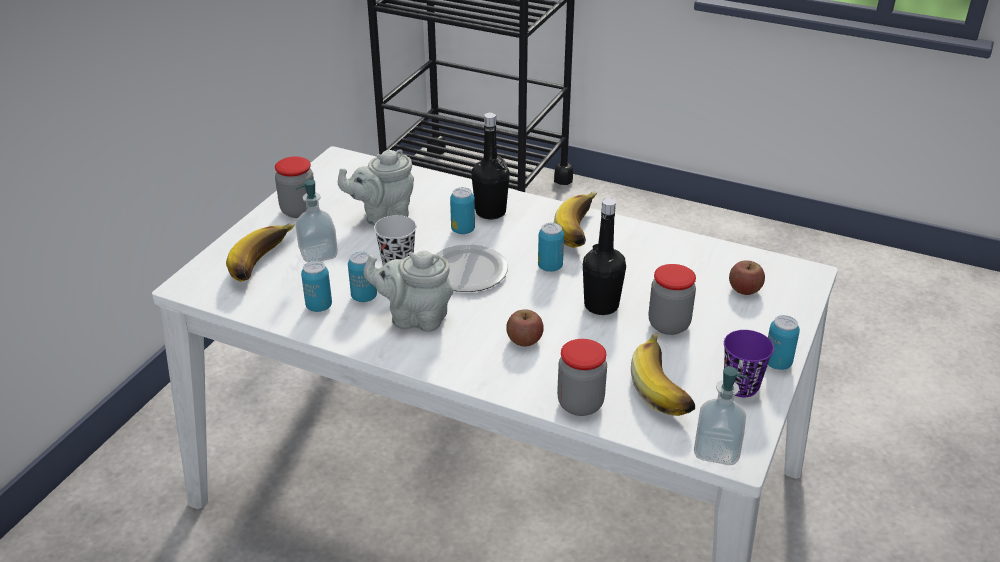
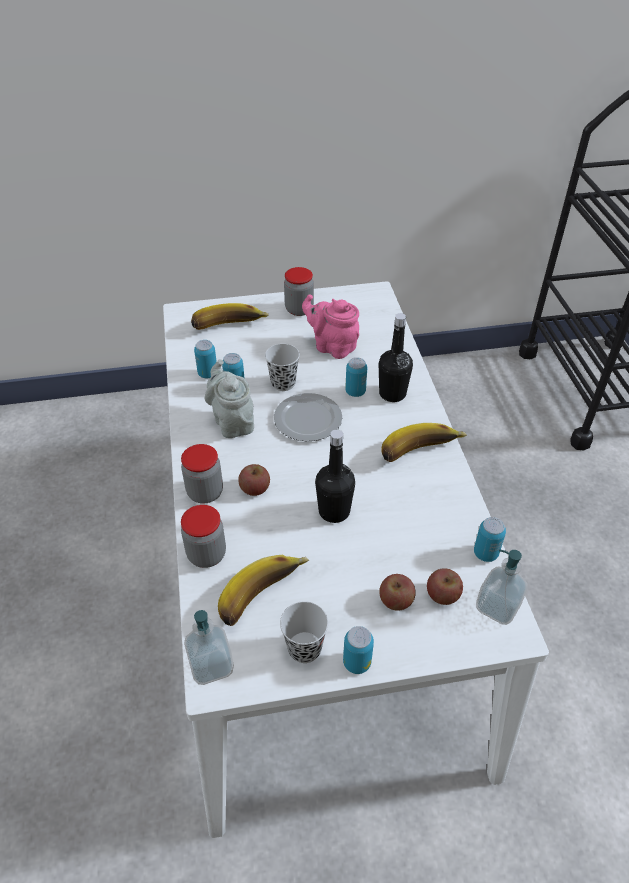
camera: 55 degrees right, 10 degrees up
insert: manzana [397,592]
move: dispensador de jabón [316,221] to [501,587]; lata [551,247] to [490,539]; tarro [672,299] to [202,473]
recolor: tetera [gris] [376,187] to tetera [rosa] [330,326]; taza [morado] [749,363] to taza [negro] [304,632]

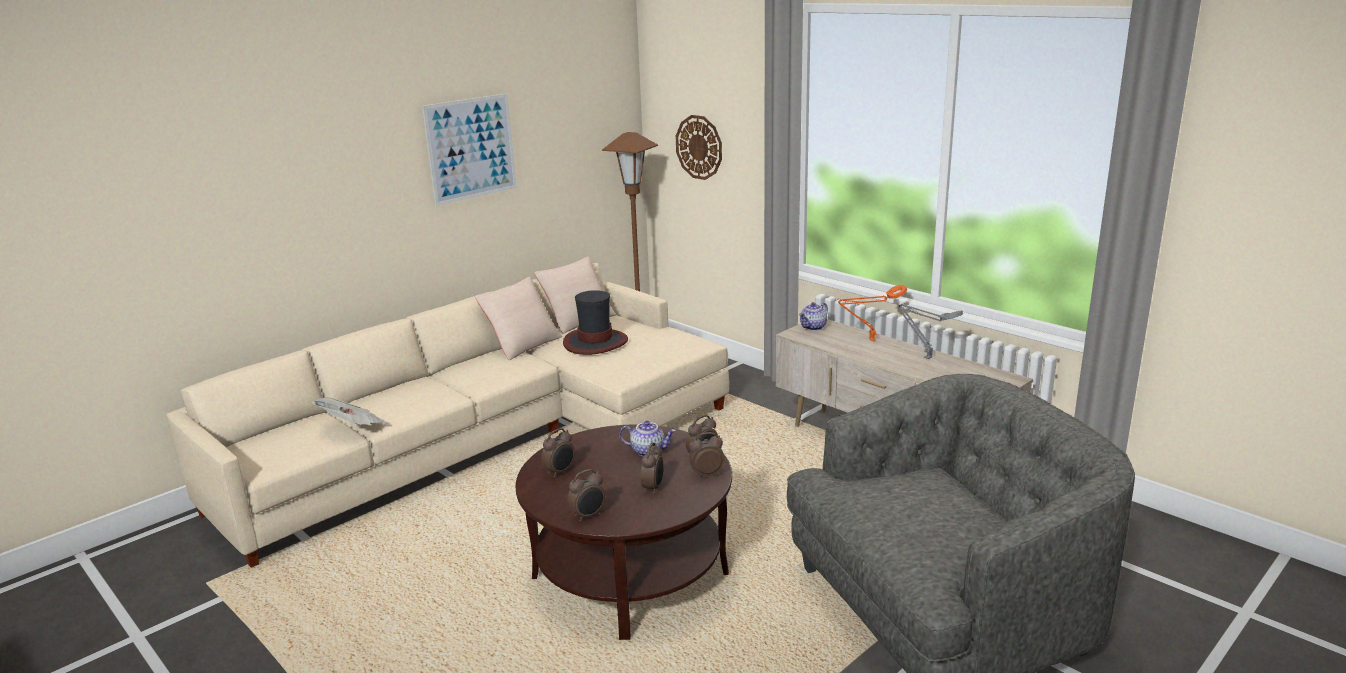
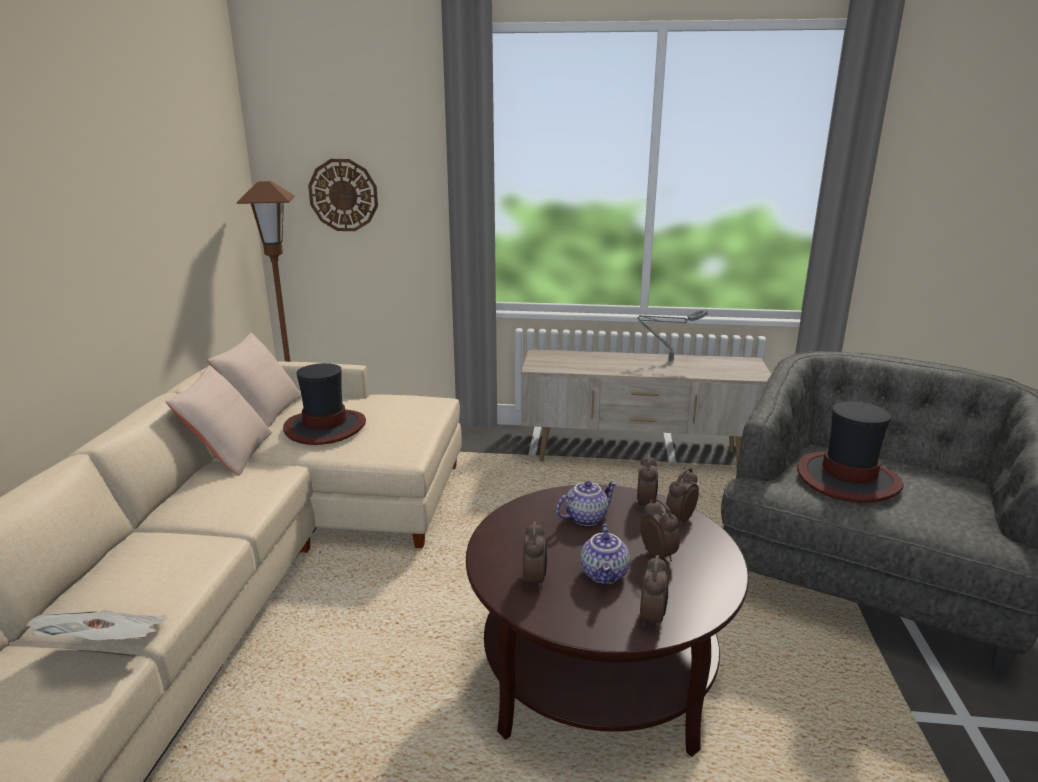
camera: 40 degrees left, 0 degrees up
delete: cuadro [469,149]; lámpara de mesa [naranja] [872,313]
insert: sombrero [850,451]
move: tetera [813,316] to [605,554]

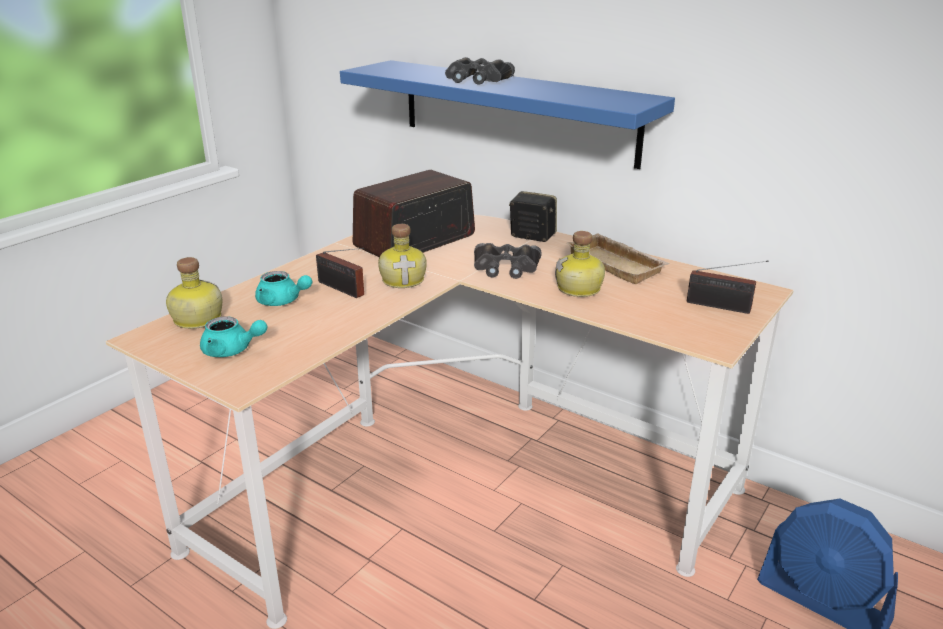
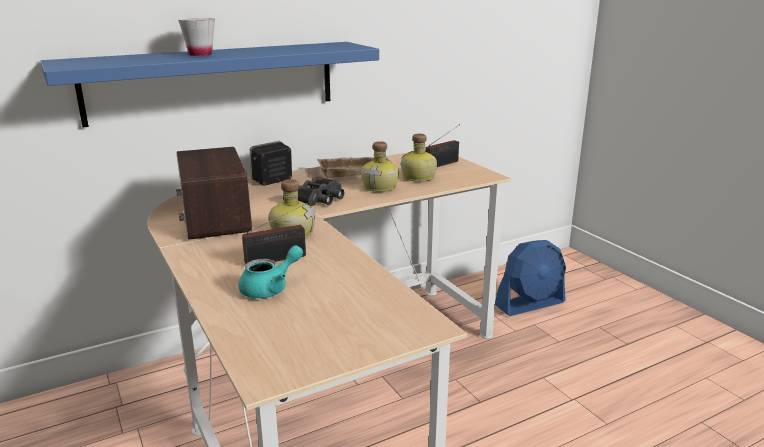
camera: 65 degrees left, 5 degrees down
delete: tetera [turquesa] [233,336]
move: botella [194,293] to [419,158]
replace: prismáticos [negro] [480,71] to taza [blanco] [196,37]

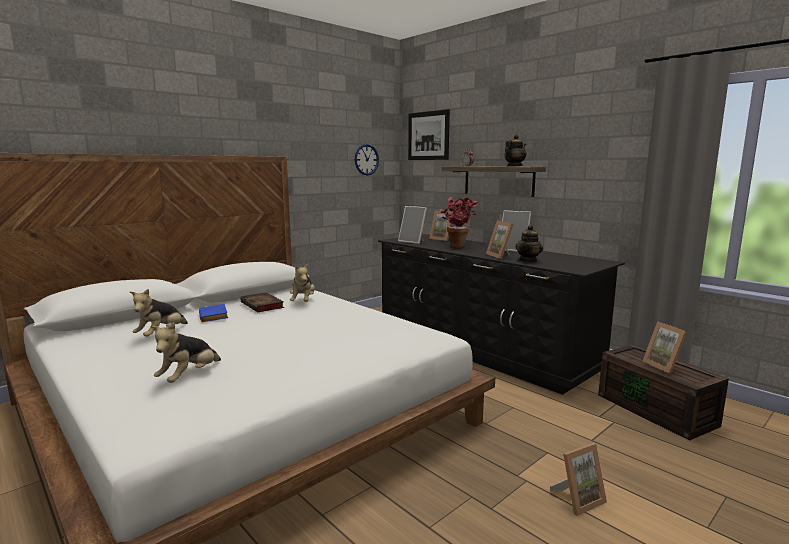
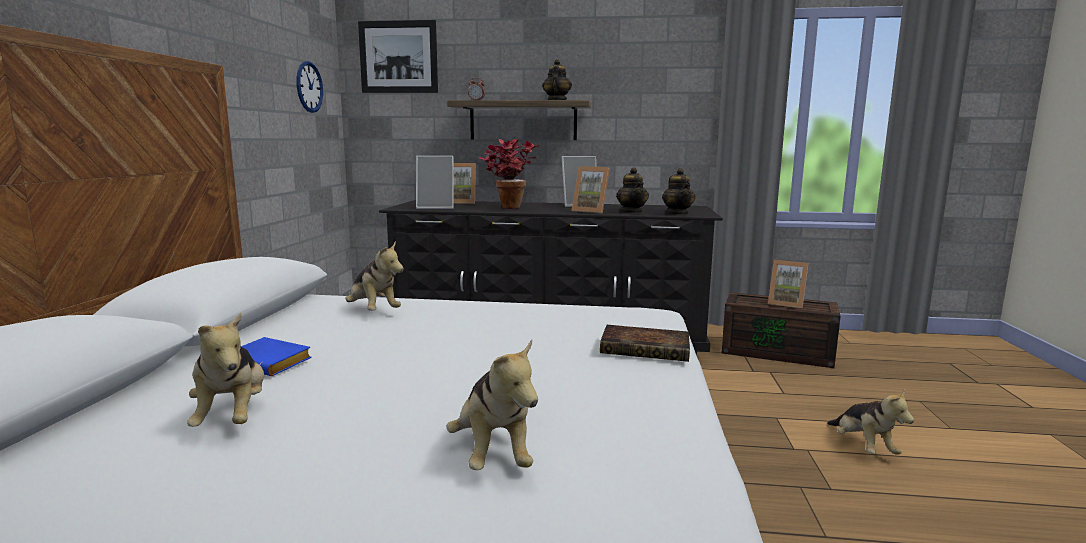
camera: 40 degrees left, 0 degrees up
insert: tetera [678,191]
move: libro [262,302] to [645,343]
replace: portarretratos [578,479] to peluche [870,422]

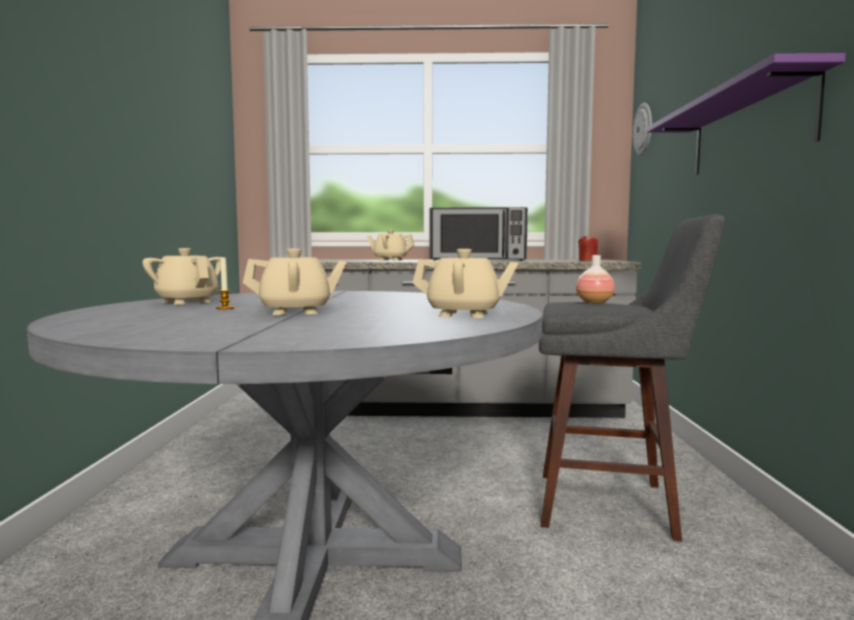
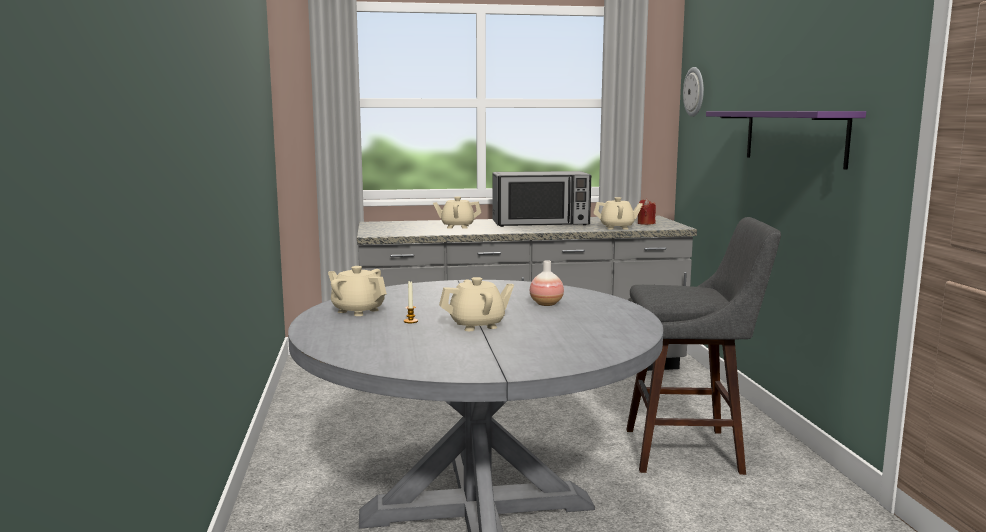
camera: 10 degrees left, 5 degrees up
move: tetera [beis] [465,283] to [618,213]; florero [595,279] to [547,283]

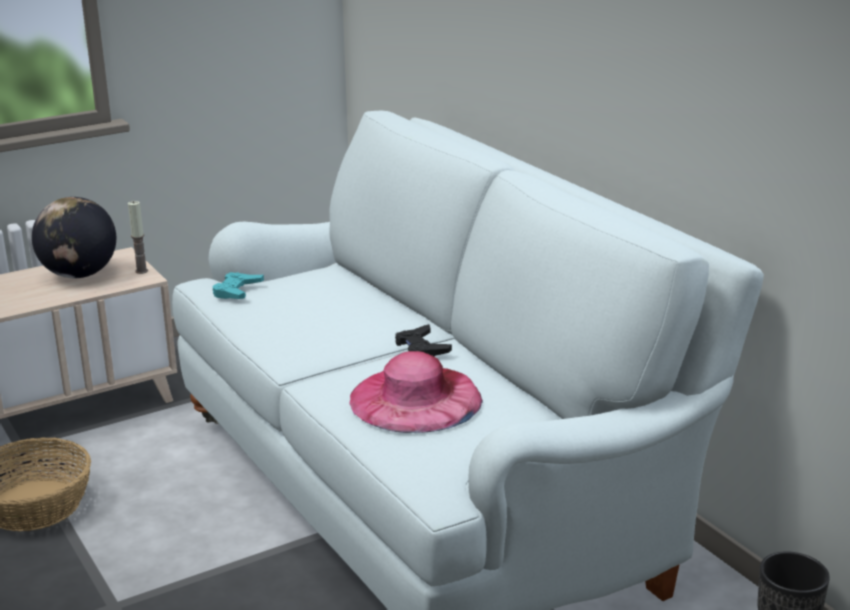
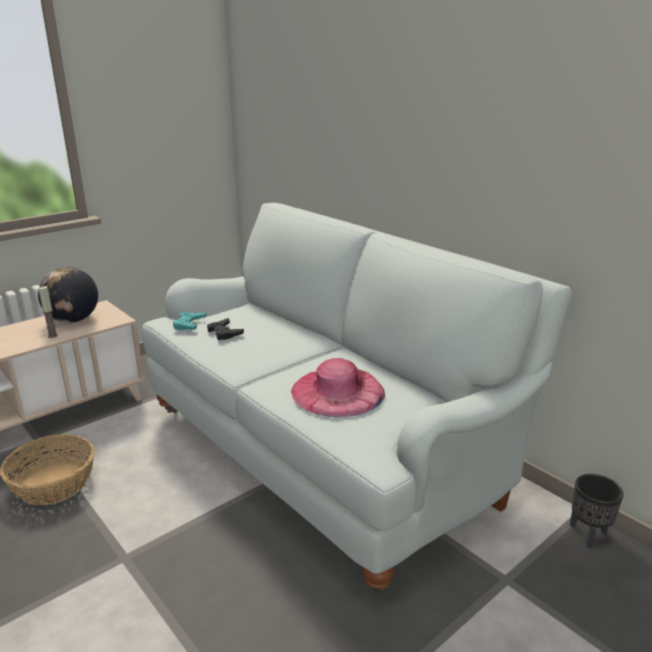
camera: 10 degrees left, 0 degrees up
move: vela [138,237] to [48,312]; mando de consola [negro] [423,340] to [225,329]

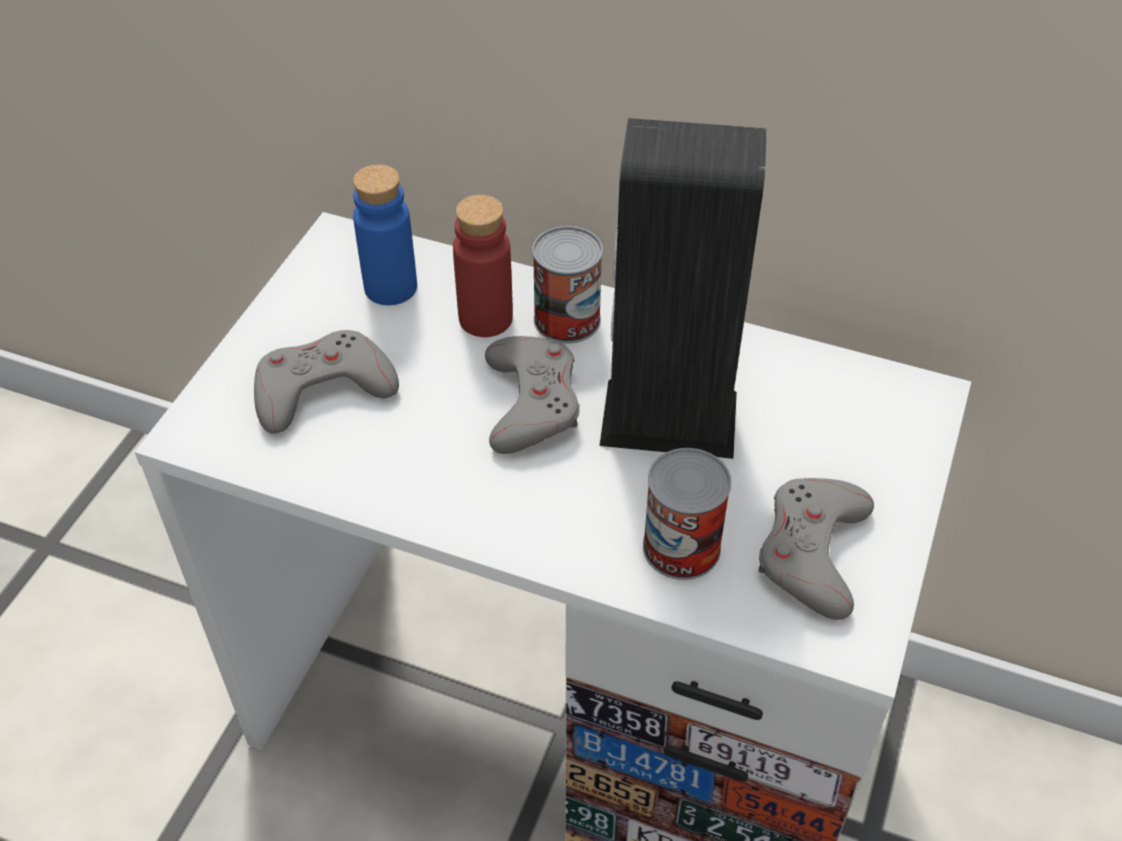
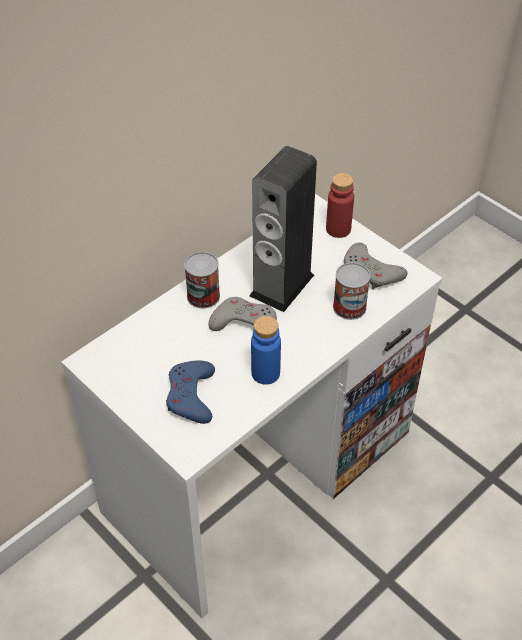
camera: 65 degrees left, 0 degrees up
move: botella [azul] [385,234] to [266,350]; botella [rojo] [483,266] to [340,205]
recolor: mando de consola [gris] [326,382] to mando de consola [azul] [190,392]

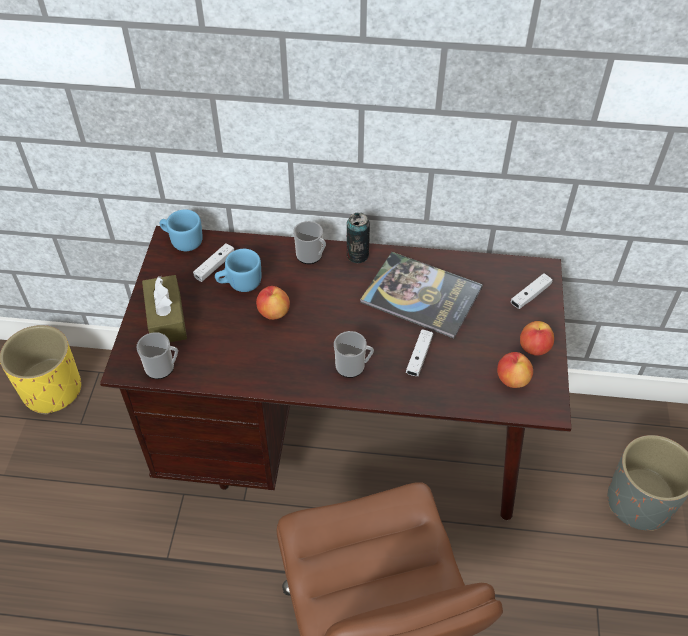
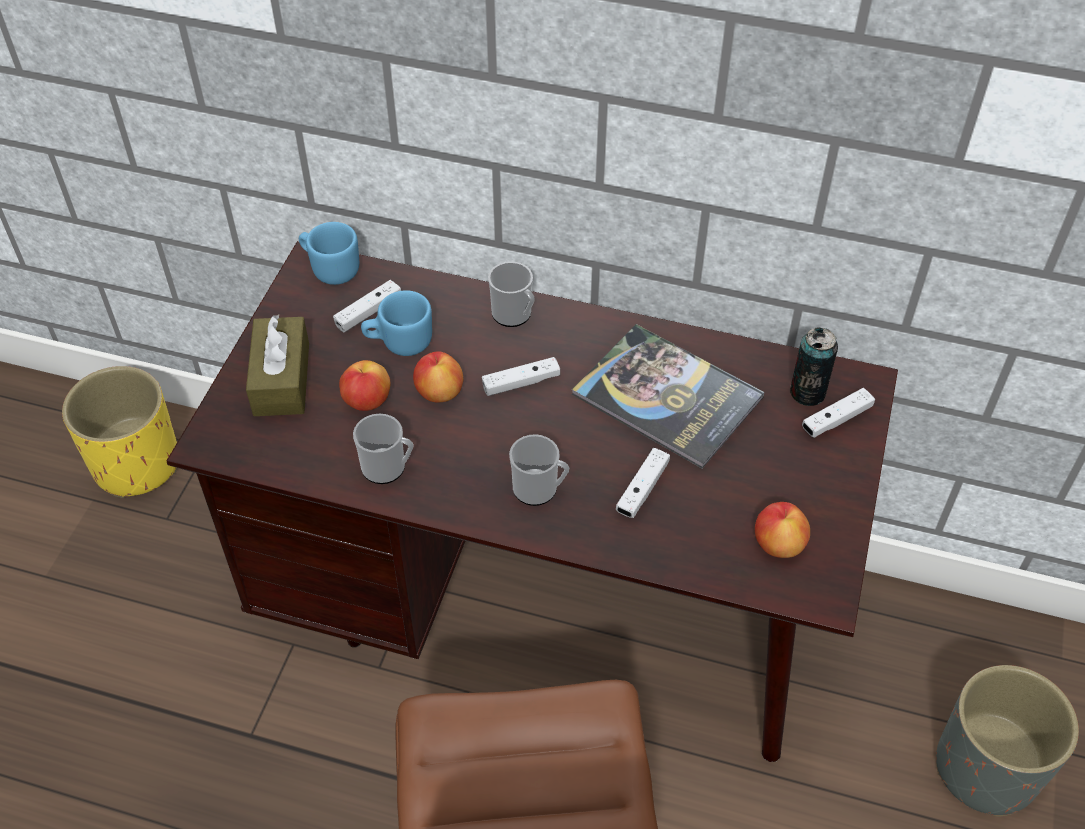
camera: 10 degrees right, 0 degrees up
insert: mando de consola [blanco] [521,376]
move: lata [358,238] to [814,366]; manzana [537,338] to [365,385]; taza grande [157,355] to [383,448]

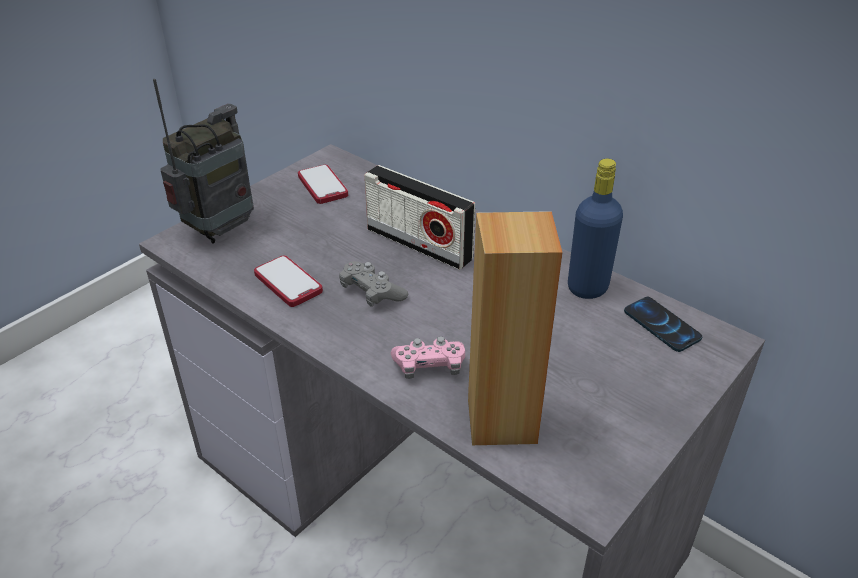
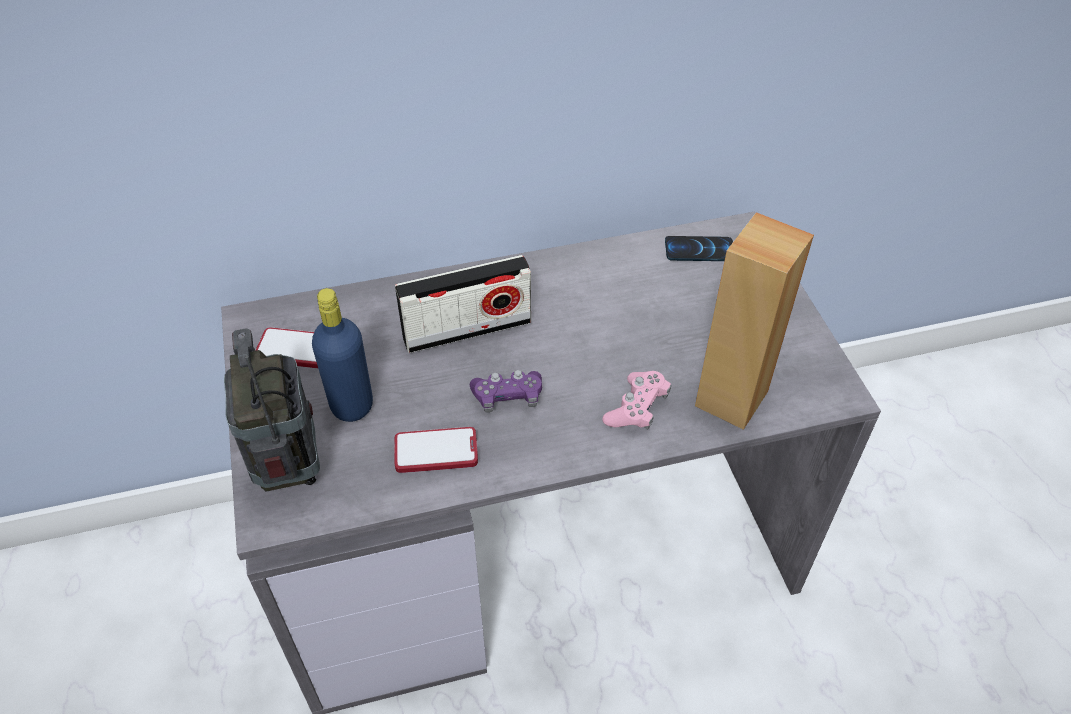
camera: 55 degrees left, 10 degrees up
move: botella [azul] [595,229] to [342,355]
recolor: mando de consola [gris] [373,284] to mando de consola [morado] [506,391]

